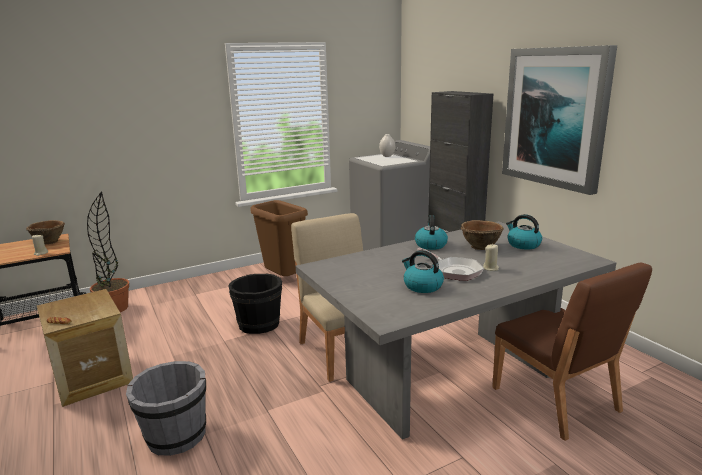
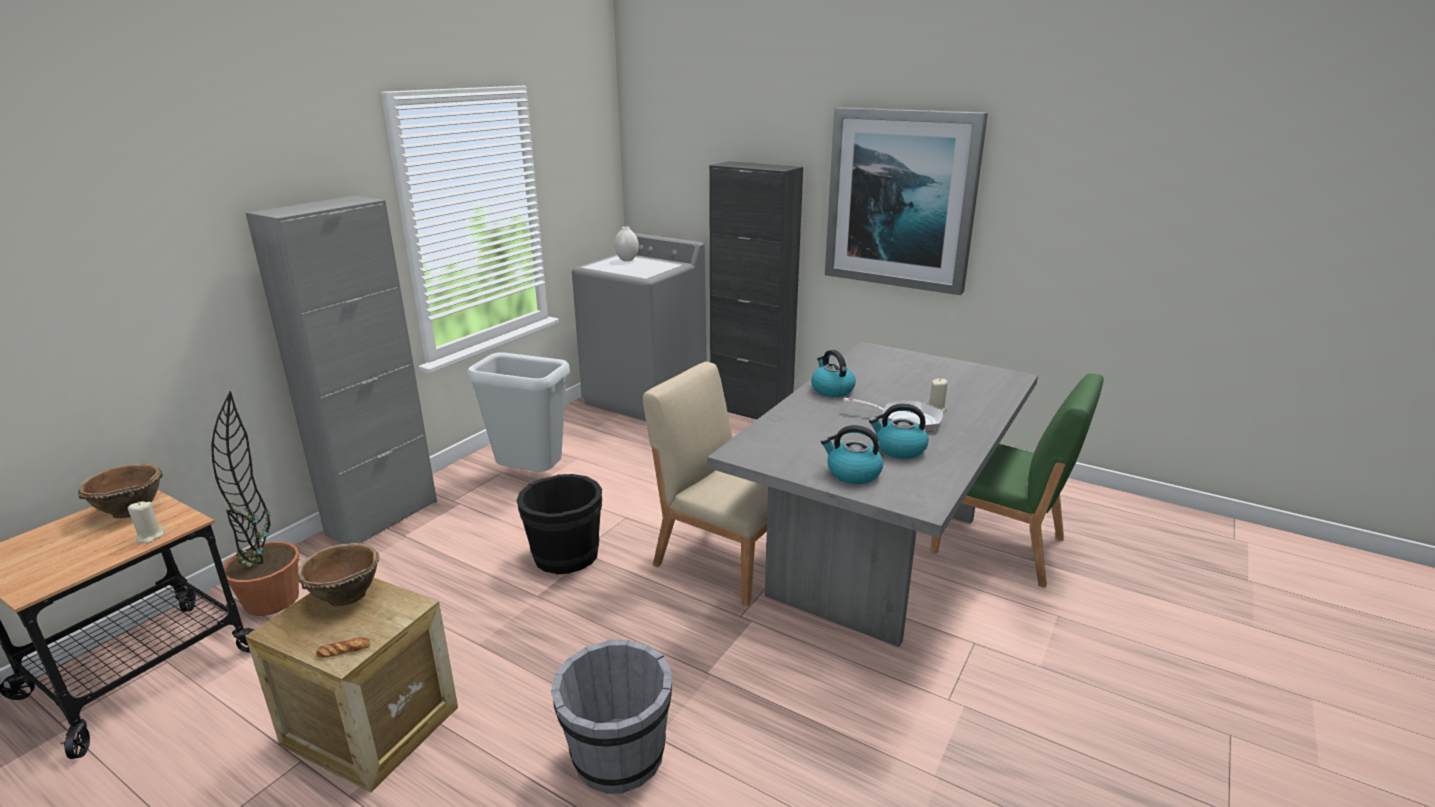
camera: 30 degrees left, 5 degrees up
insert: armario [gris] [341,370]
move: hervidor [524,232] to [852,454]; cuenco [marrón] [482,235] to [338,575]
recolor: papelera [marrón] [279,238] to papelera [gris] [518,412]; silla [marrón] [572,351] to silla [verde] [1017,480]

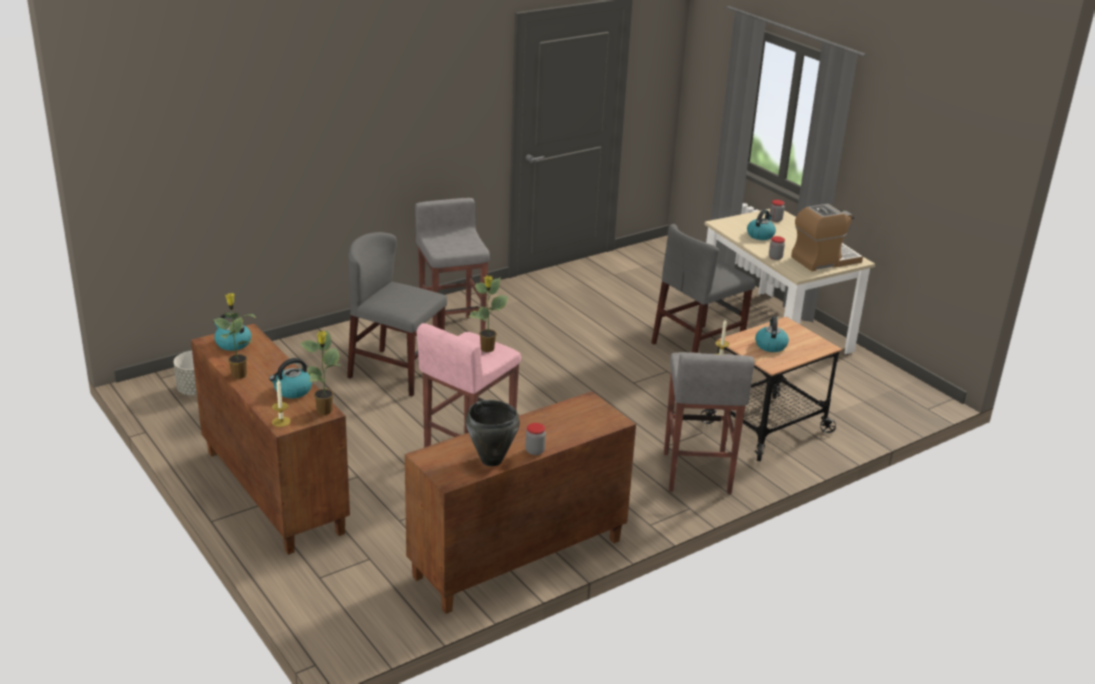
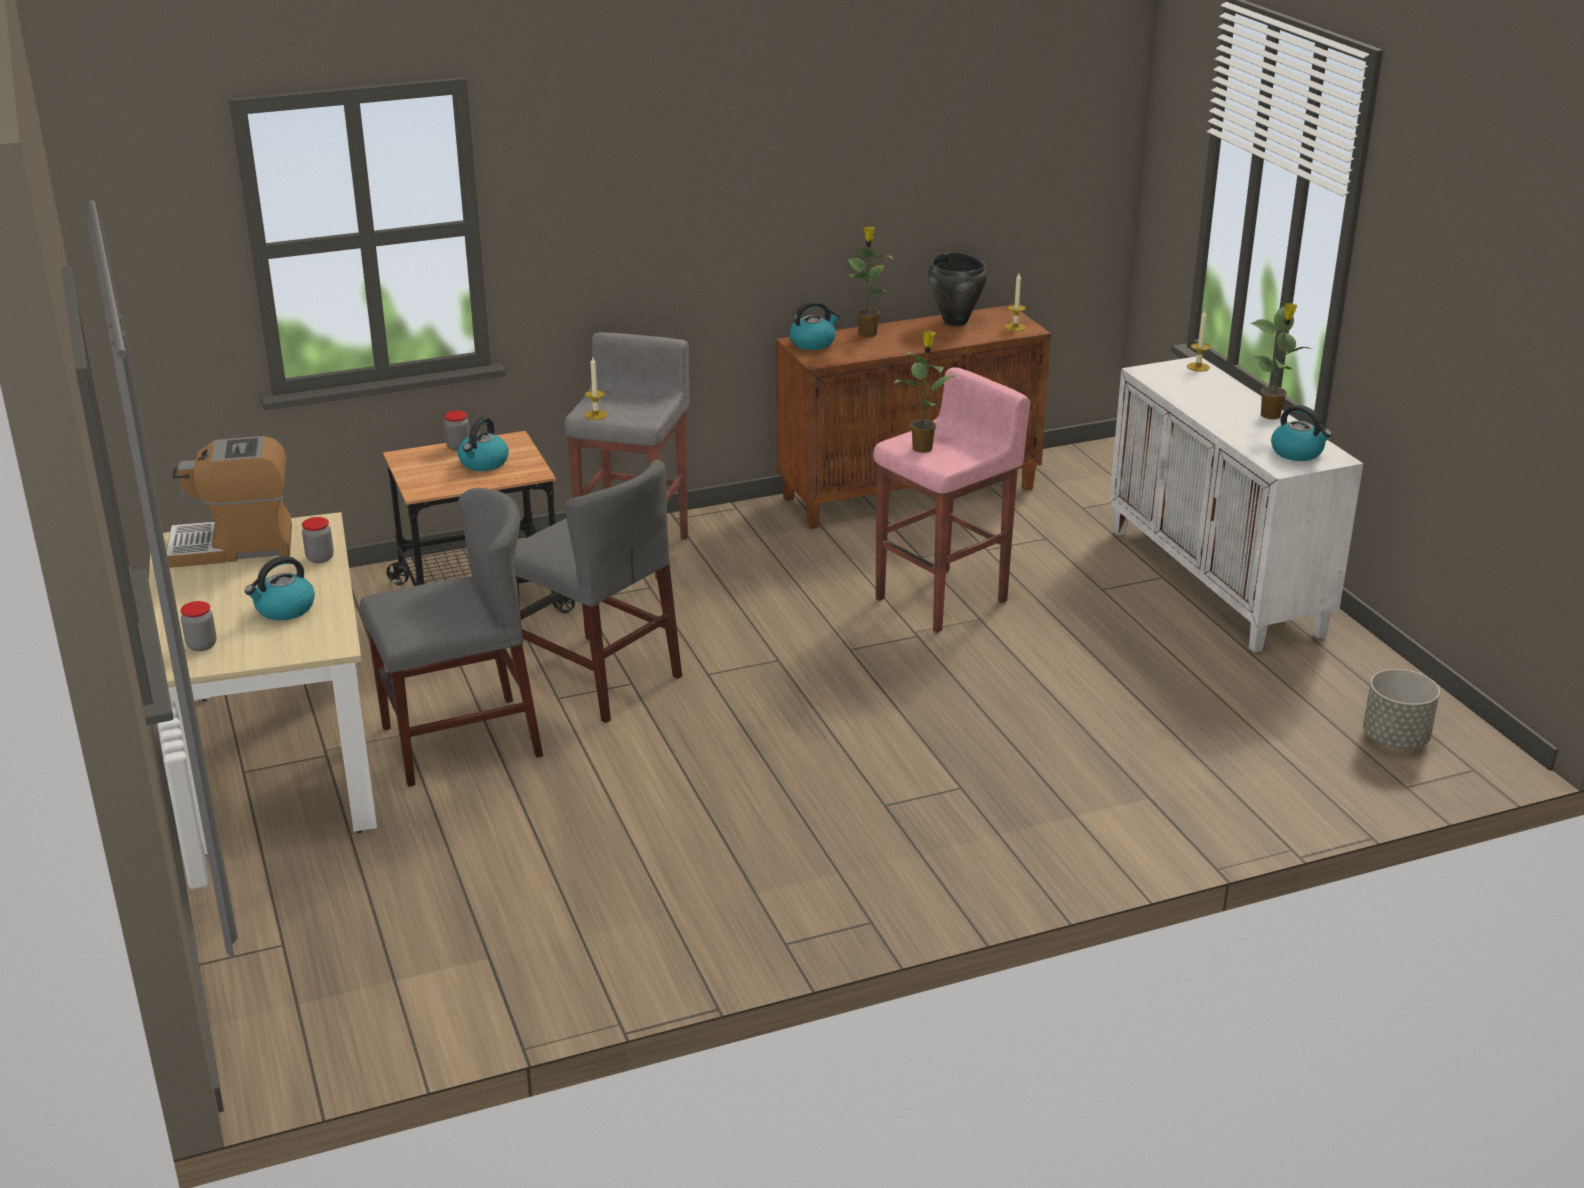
camera: 165 degrees left, 0 degrees up
delete: taburete [gris] [452,264]
insert: vela [1015,302]
move: silla [gris] [397,314] to [597,591]; planta en maceta [320,372] to [871,281]; hervidor [290,378] to [814,325]; tarro [535,439] to [457,431]
recolor: armario [marrón] [270,439] to armario [blanco] [1236,504]

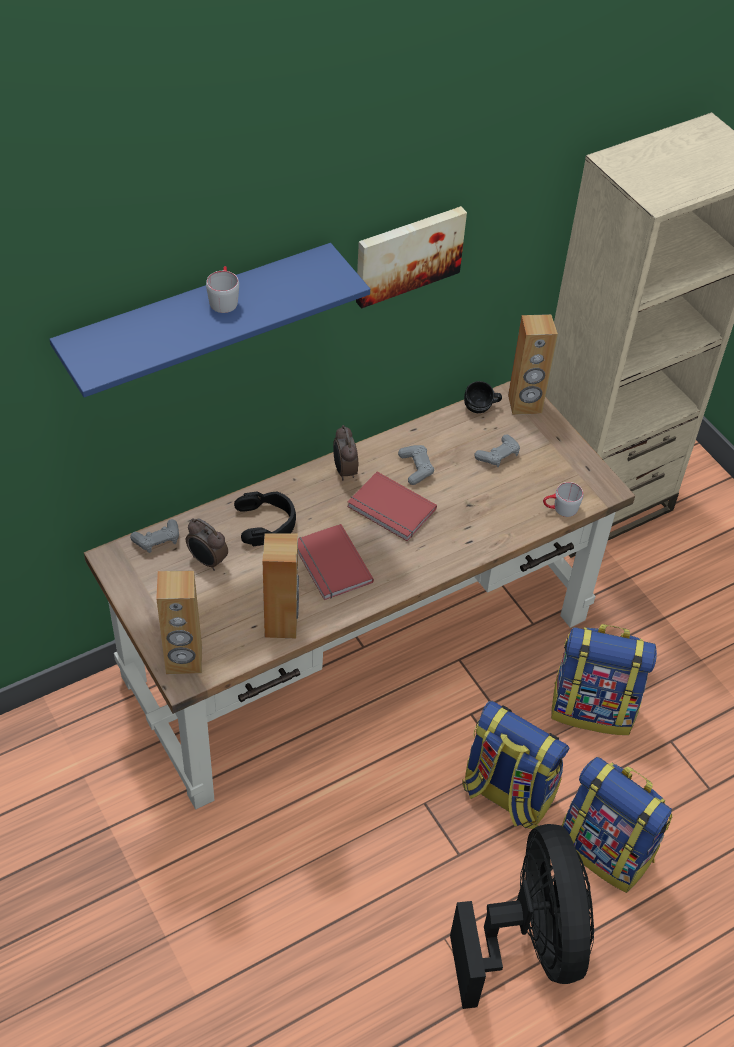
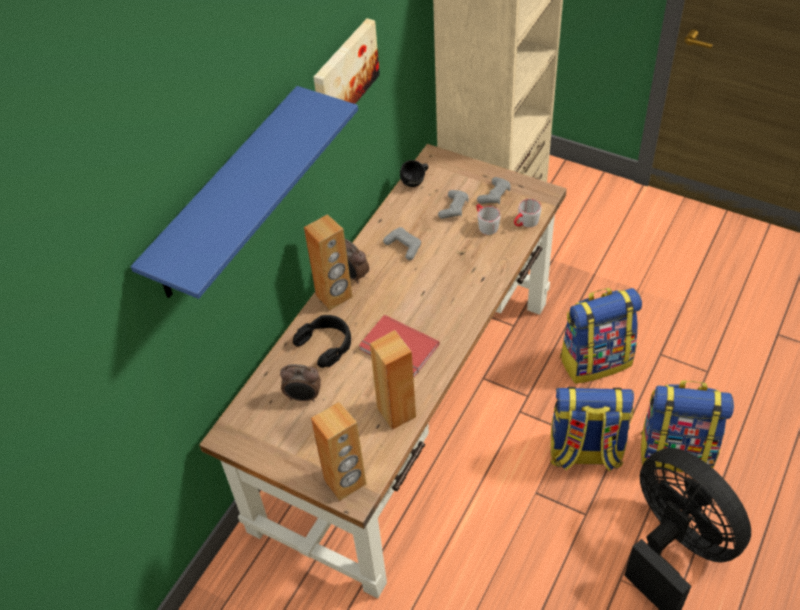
camera: 25 degrees left, 0 degrees up
delete: libro [rojo] [392,506]
move: taza grande [gris] [222,289] to [488,219]; altavoz [marrón] [533,364] to [328,262]; mando de consola [gris] [154,536] to [494,190]

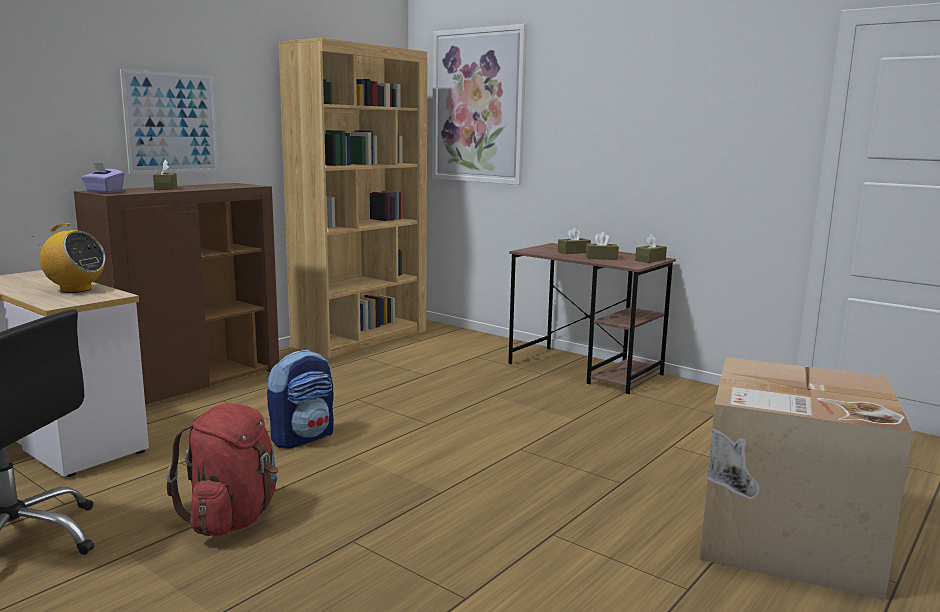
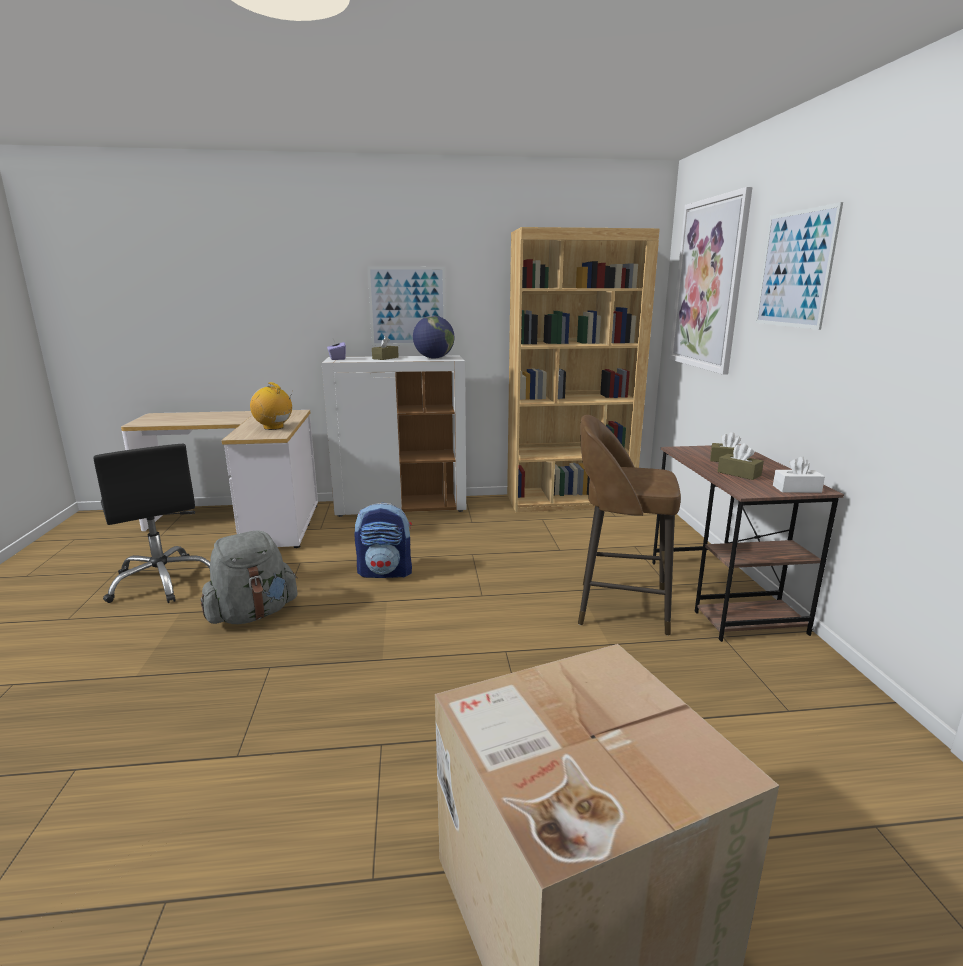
camera: 45 degrees right, 5 degrees up
insert: cuadro [799,266]; globo terráqueo [434,336]; taburete [marrón] [629,525]
recolor: armario [marrón] [176,294] to armario [blanco] [394,436]; caja de pañuelos [marrón] [651,248] to caja de pañuelos [blanco] [799,474]; mochila [rojo] [222,470] to mochila [gris] [249,577]
rotate: radio [68,258] = [271,406] 150 degrees clockwise

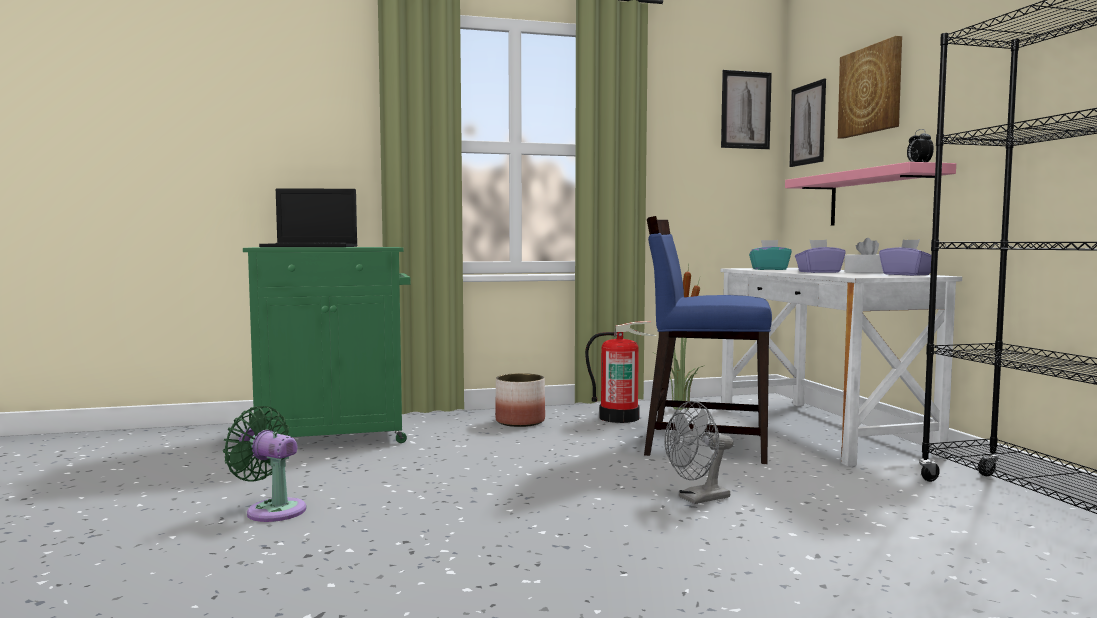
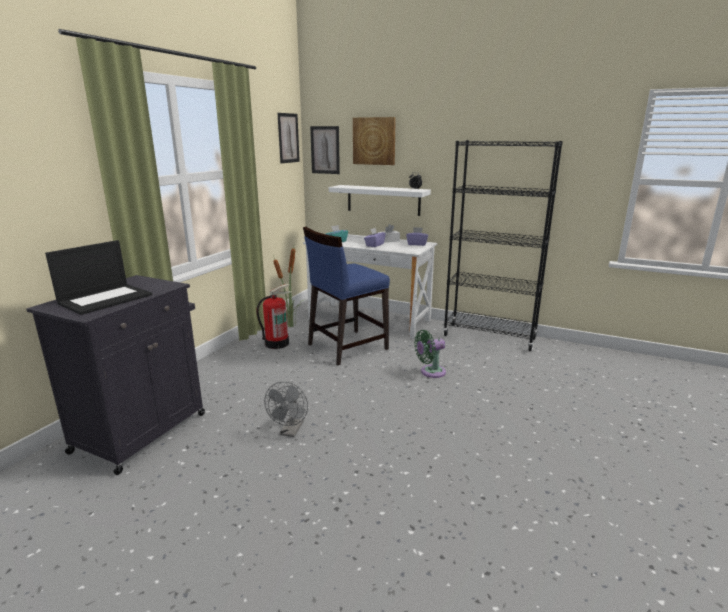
camera: 50 degrees left, 15 degrees up
delete: maceta [520,400]
move: ventilador [gris] [698,452] to [286,409]; ventilador [verde] [264,464] to [430,354]
recolor: estante [rosa] [870,194] to estante [blanco] [380,200]; armario [verde] [327,345] to armario [negro] [115,375]

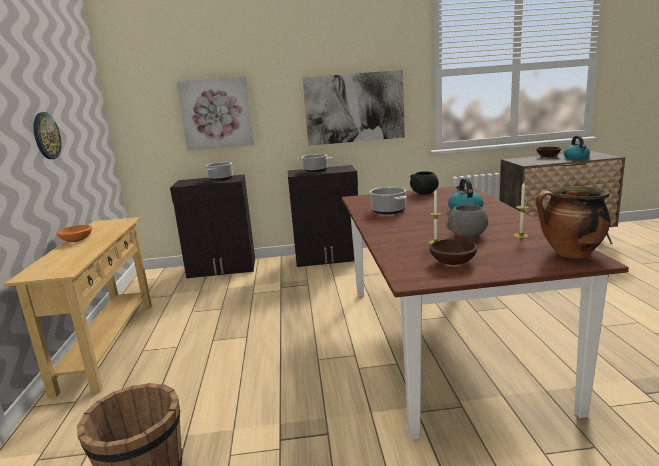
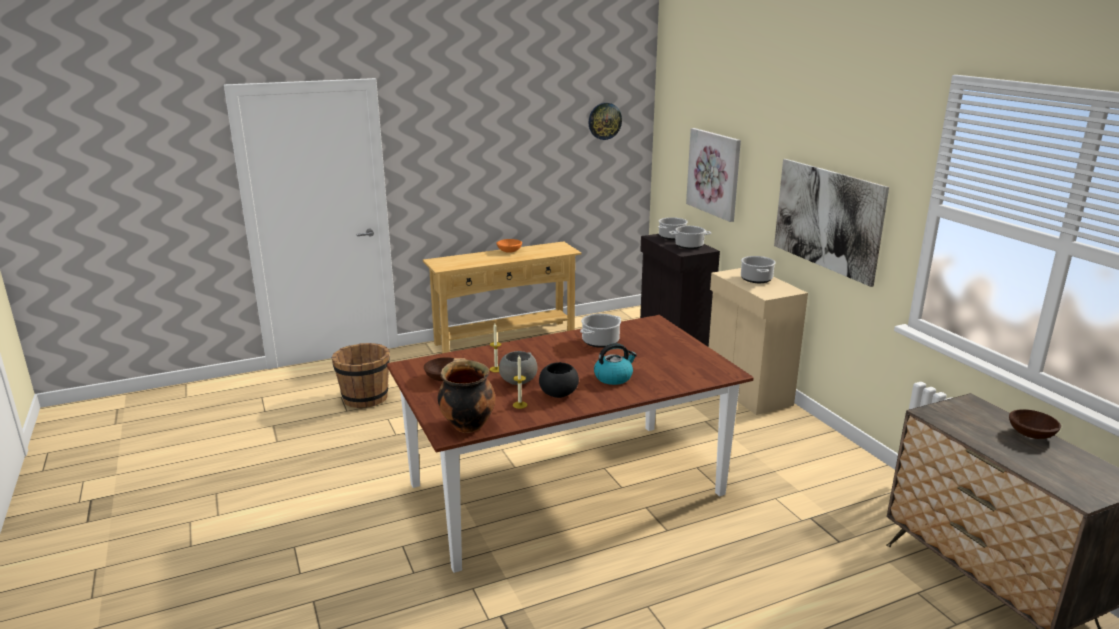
camera: 70 degrees right, 5 degrees up
delete: hervidor [577,148]
insert: olla [673,228]
move: reloj de pared [47,135] to [605,121]; cuenco [negro] [424,183] to [559,380]
recolor: armario [negro] [323,216] to armario [beis] [758,341]

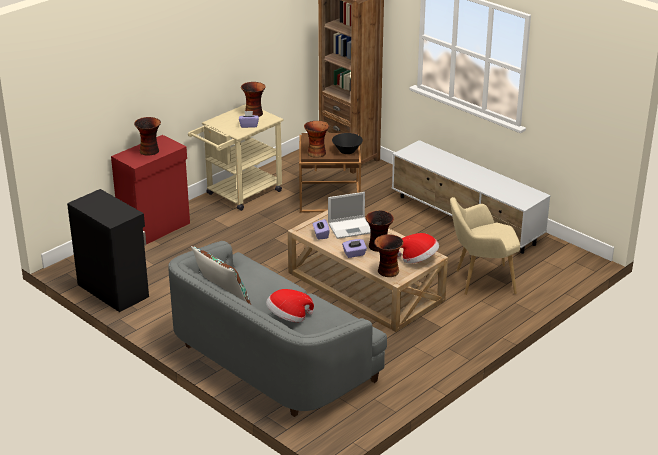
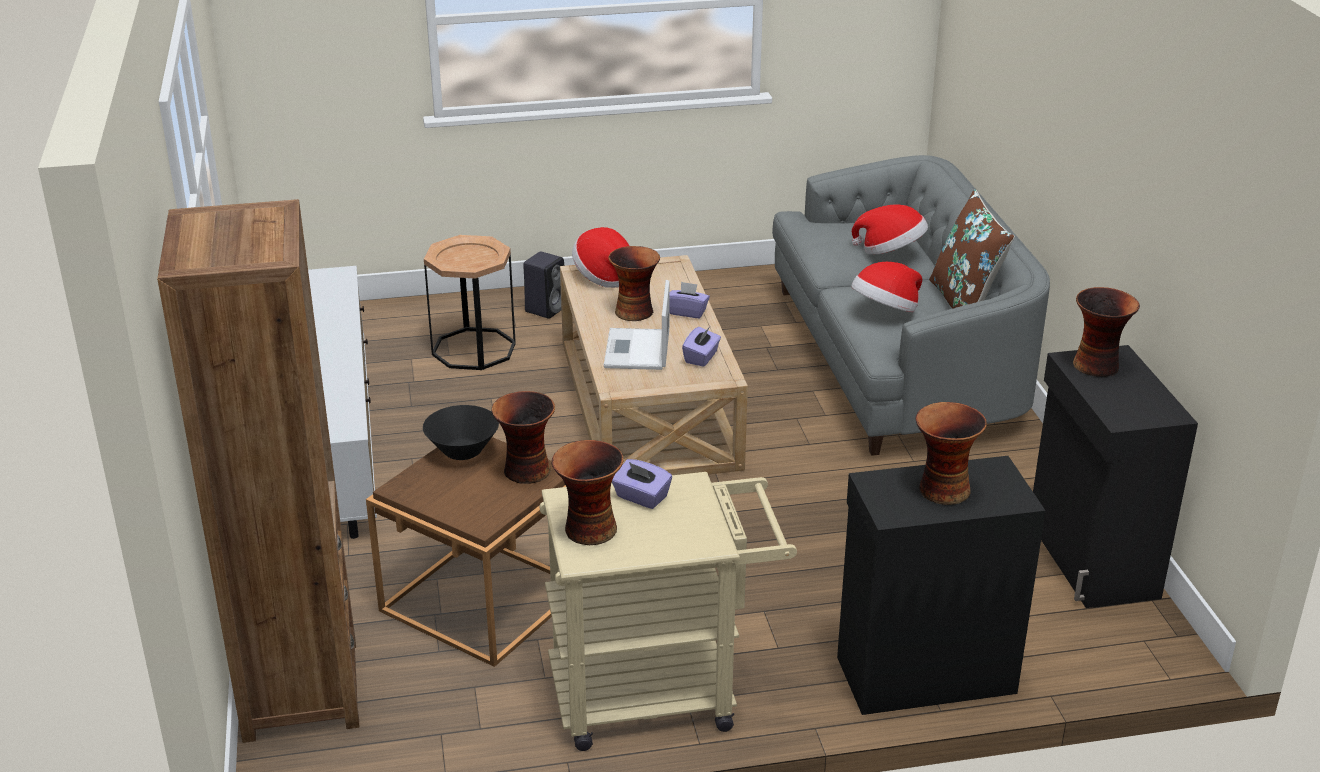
camera: 145 degrees left, 0 degrees up
insert: altavoz [negro] [543,285]; sombrero [886,287]
move: florero [388,255] to [1106,332]
replace: sillón [beis] [485,246] to mesa auxiliar [marrón] [470,302]
recolor: armario [rojo] [150,190] to armario [negro] [941,585]
rotate: portátil [349,215] = [637,325] 105 degrees counterclockwise

